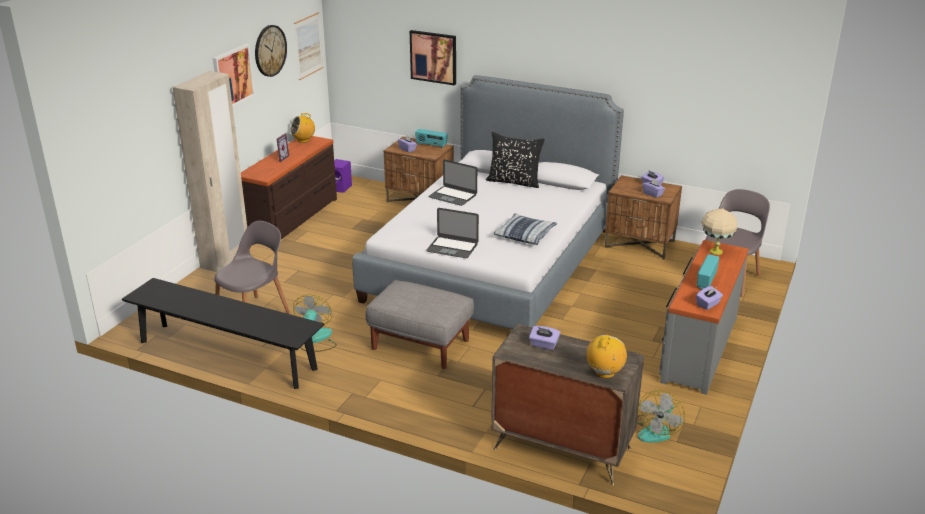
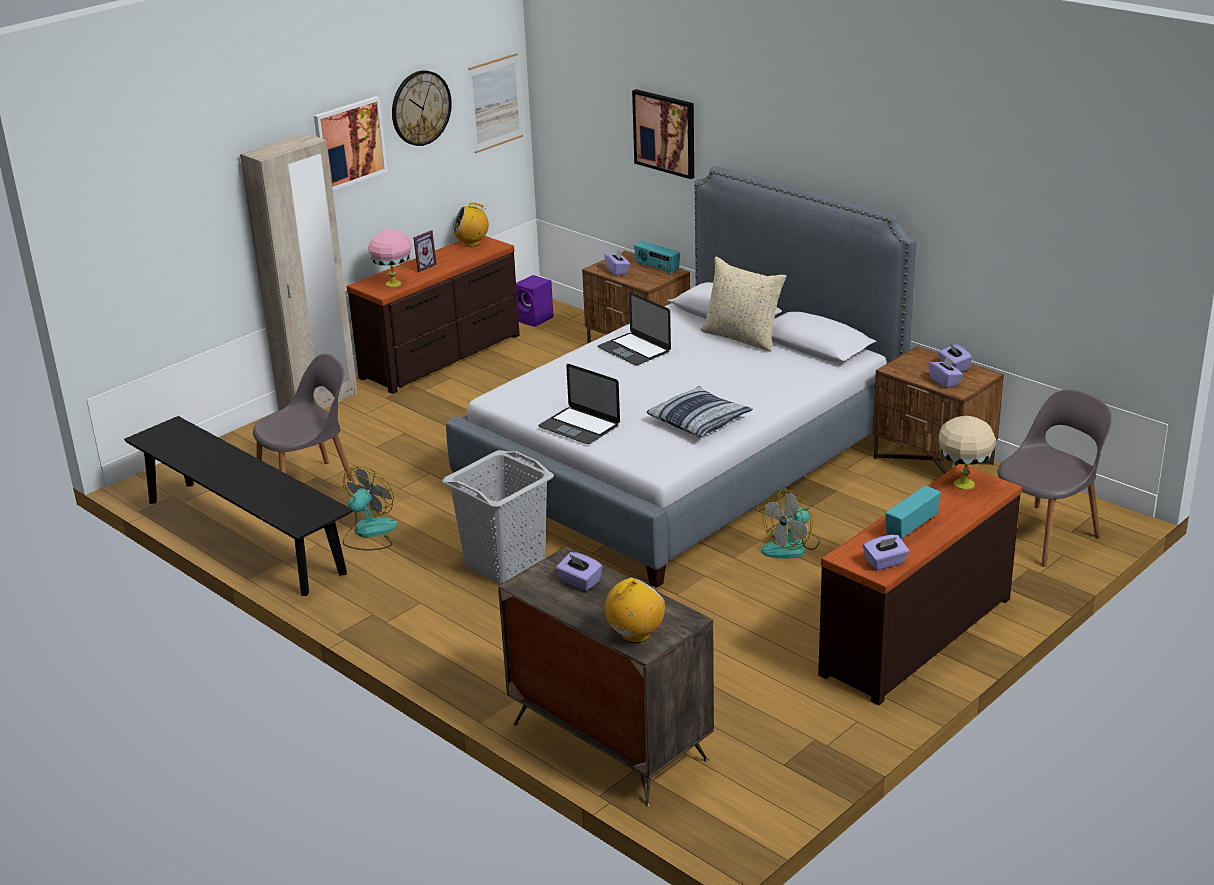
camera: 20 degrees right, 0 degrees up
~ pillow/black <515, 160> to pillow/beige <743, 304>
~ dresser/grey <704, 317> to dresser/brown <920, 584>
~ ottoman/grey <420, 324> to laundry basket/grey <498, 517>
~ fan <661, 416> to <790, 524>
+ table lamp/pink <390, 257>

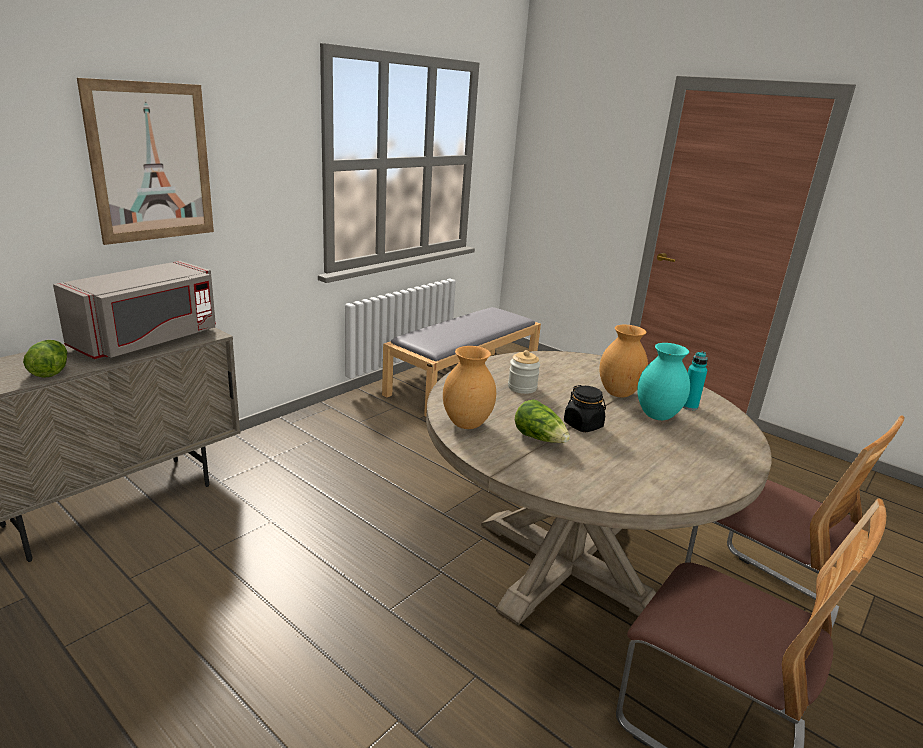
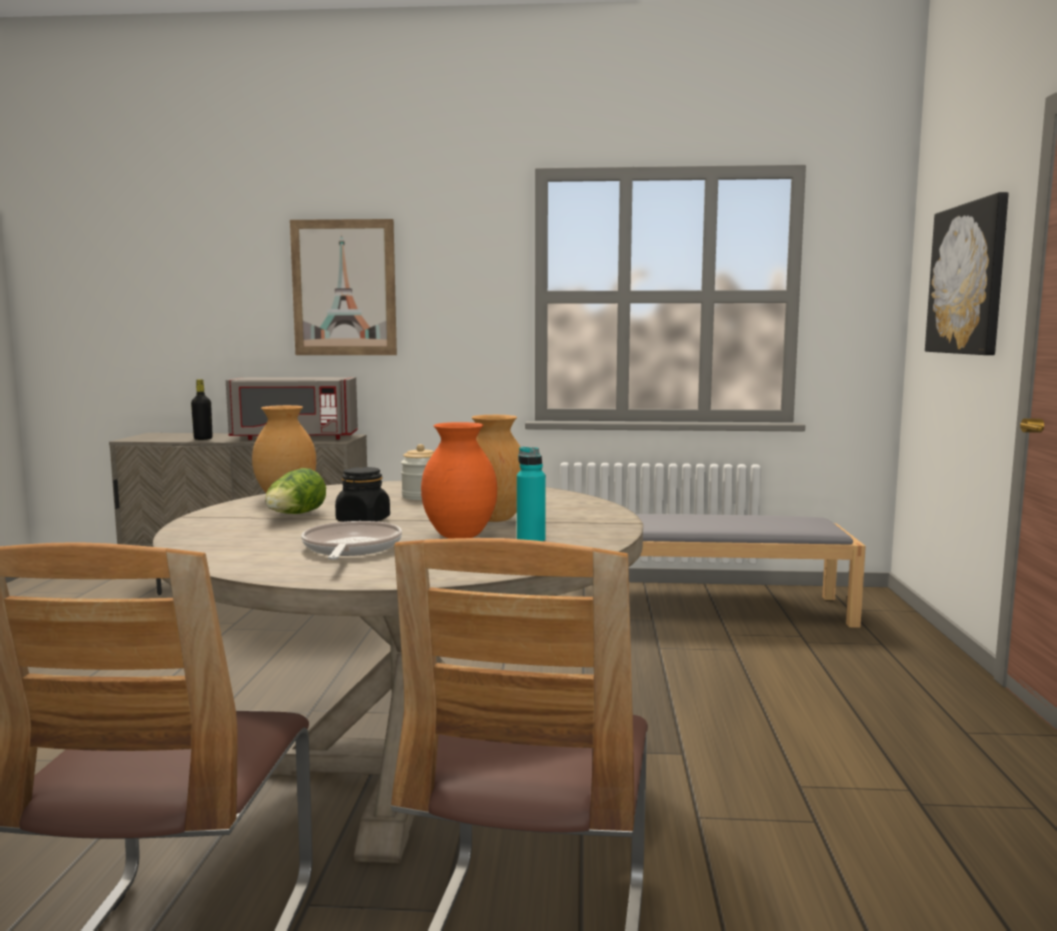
camera: 55 degrees right, 15 degrees down
~ lettuce <45, 359> to bottle/black <202, 409>
~ vase/turquoise <663, 381> to vase/orange <459, 480>
+ picture <967, 273>
+ frying pan <351, 540>

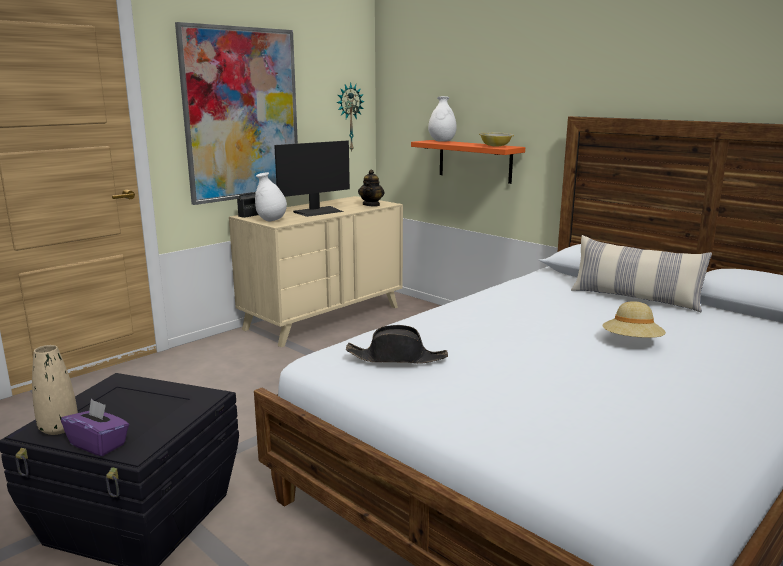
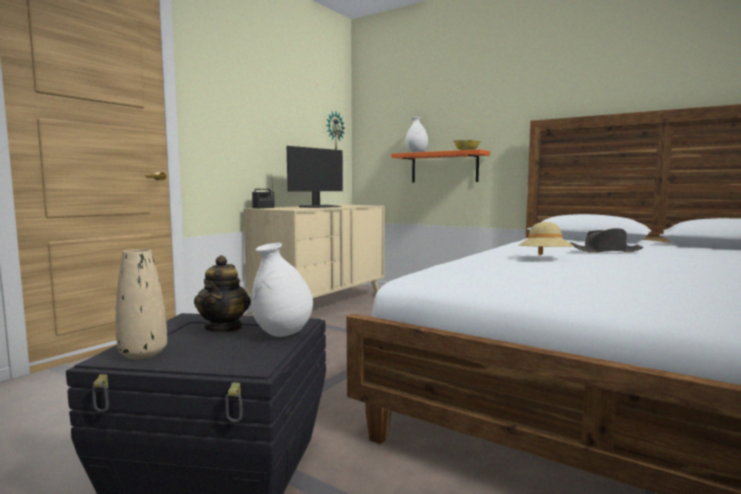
camera: 10 degrees left, 10 degrees down
- picture <236, 113>
~ teapot <371, 188> to <222, 294>
~ vase/white <271, 197> to <282, 290>
- pillow <641, 273>
~ hat/beige <634, 319> to <546, 238>
~ hat/black <397, 344> to <606, 240>
- tissue box/purple <95, 427>

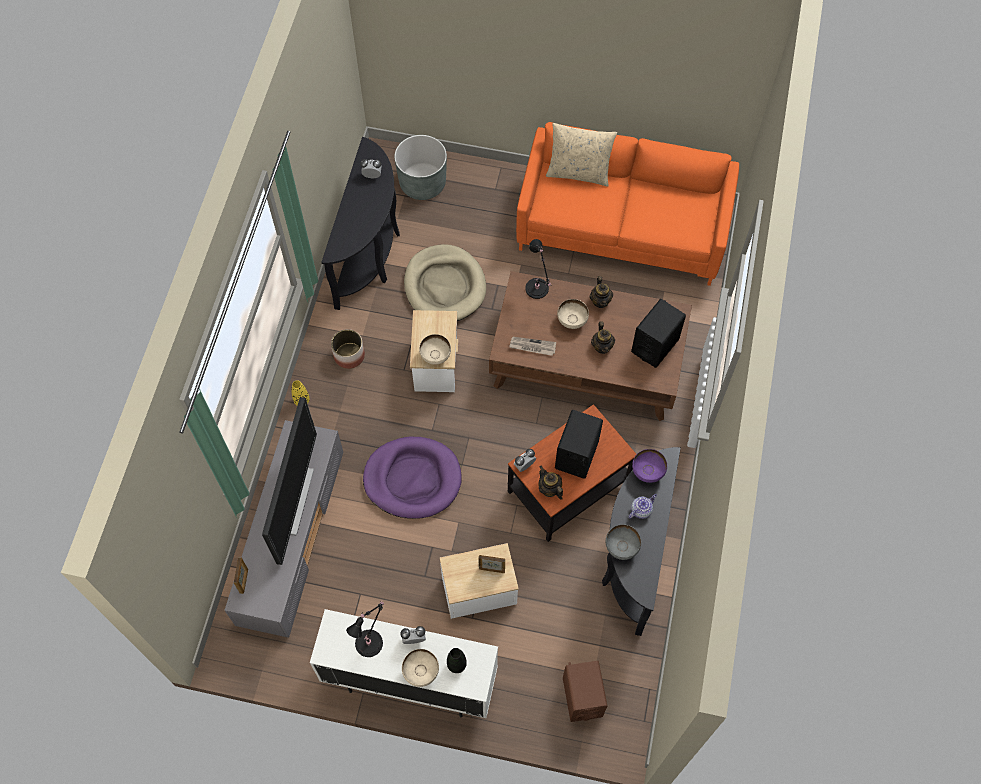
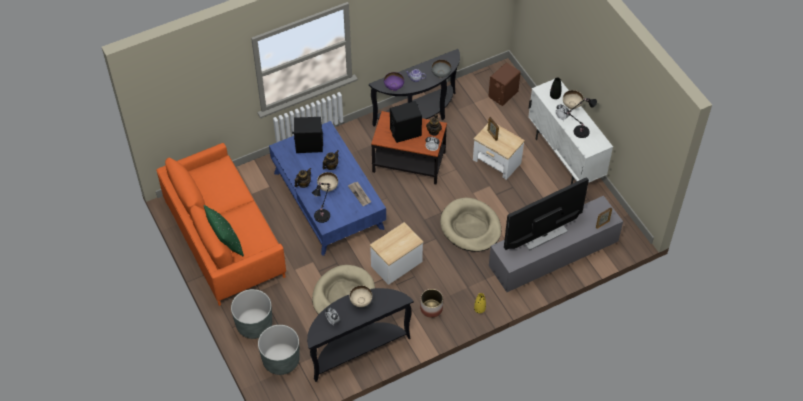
camera: 130 degrees left, 10 degrees down
~ pillow/beige <581, 155> to pillow/green <224, 231>
~ coffee table/brown <590, 346> to coffee table/blue <327, 188>
~ bowl/beige <435, 349> to <360, 296>
~ dog bed/purple <412, 478> to dog bed/beige <470, 225>
+ planter/grey <251, 314>

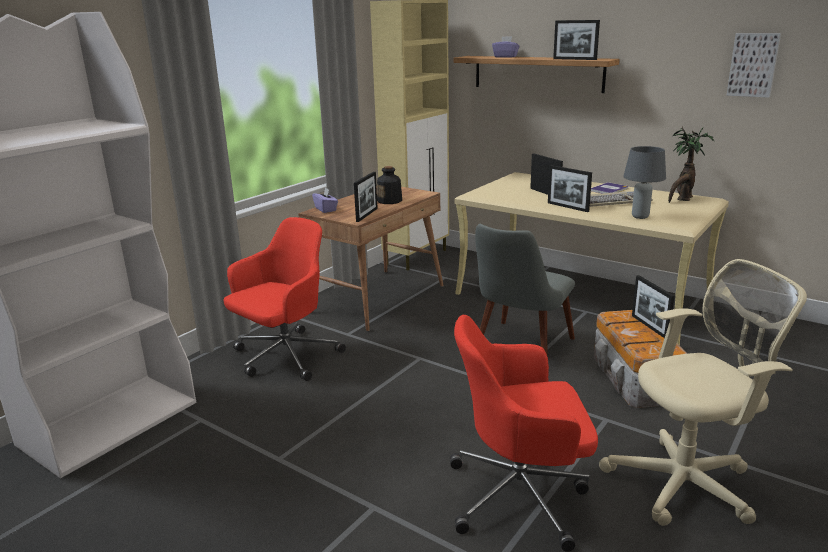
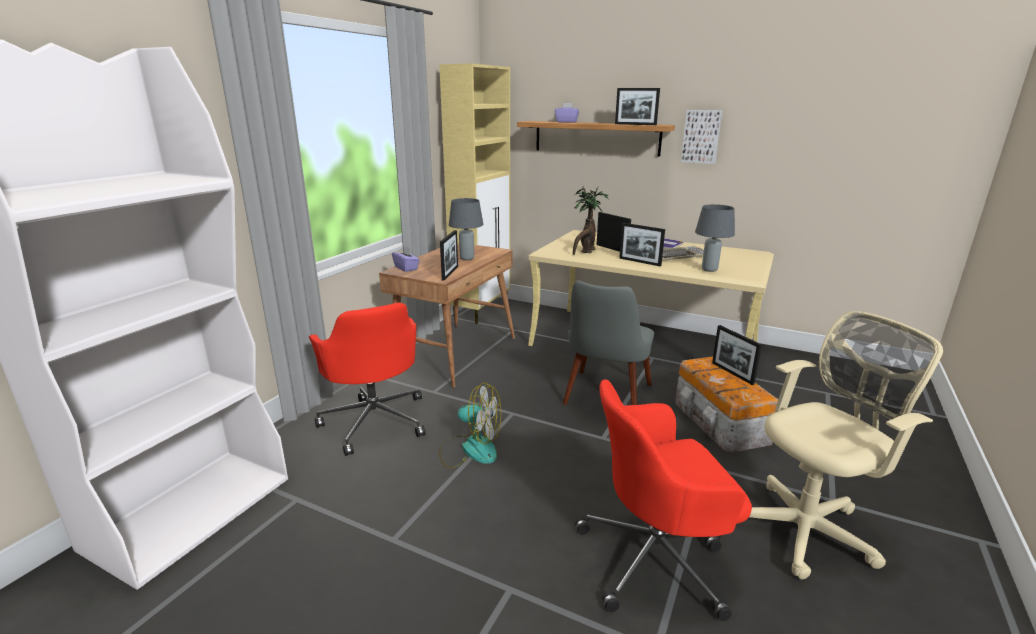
camera: 10 degrees left, 0 degrees up
~ picture <753, 65> to <701, 137>
~ potted plant <691, 164> to <590, 220>
~ bottle <389, 185> to table lamp/grey <466, 229>
~ office chair/red <285, 299> = <367, 379> 120 degrees clockwise
+ fan <470, 426>

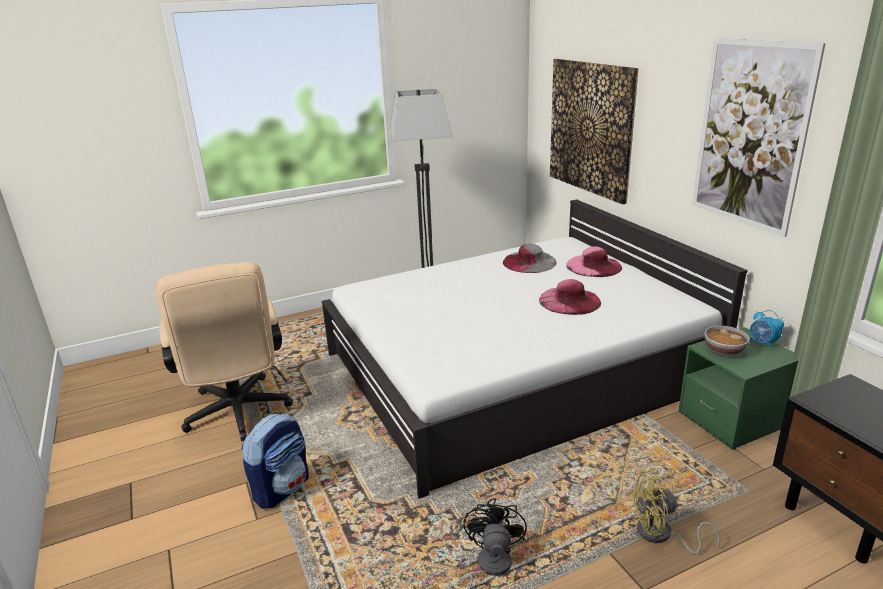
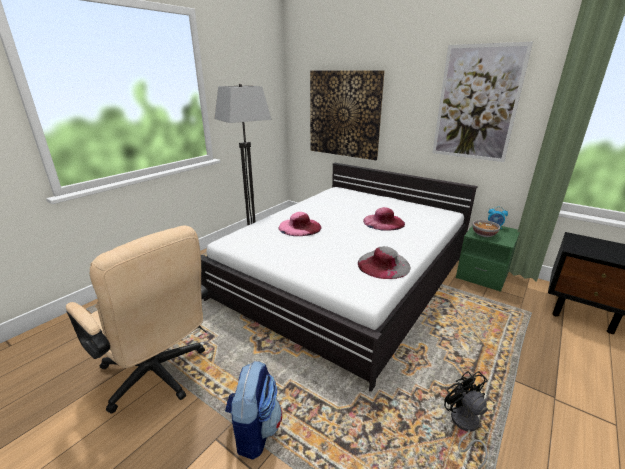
camera: 30 degrees left, 0 degrees up
~ hat/grey <530, 258> to <384, 262>
~ hat/pink <594, 261> to <300, 224>
- fan/yellow <674, 512>

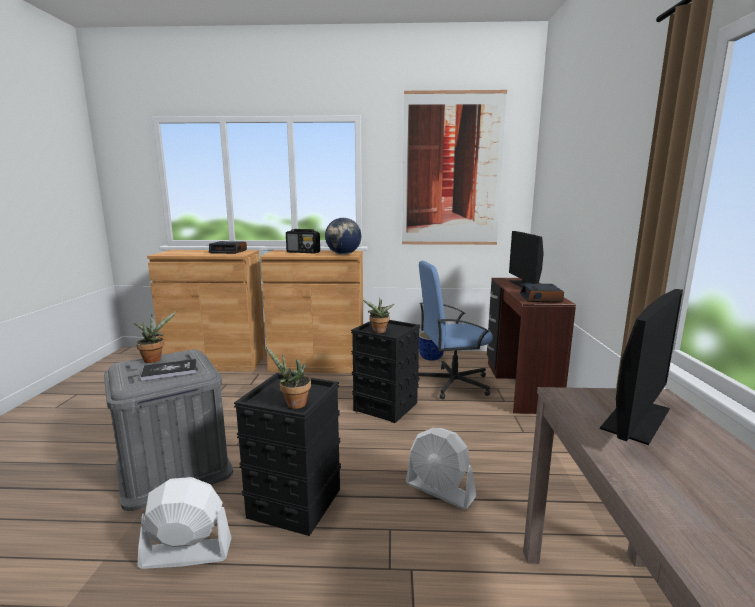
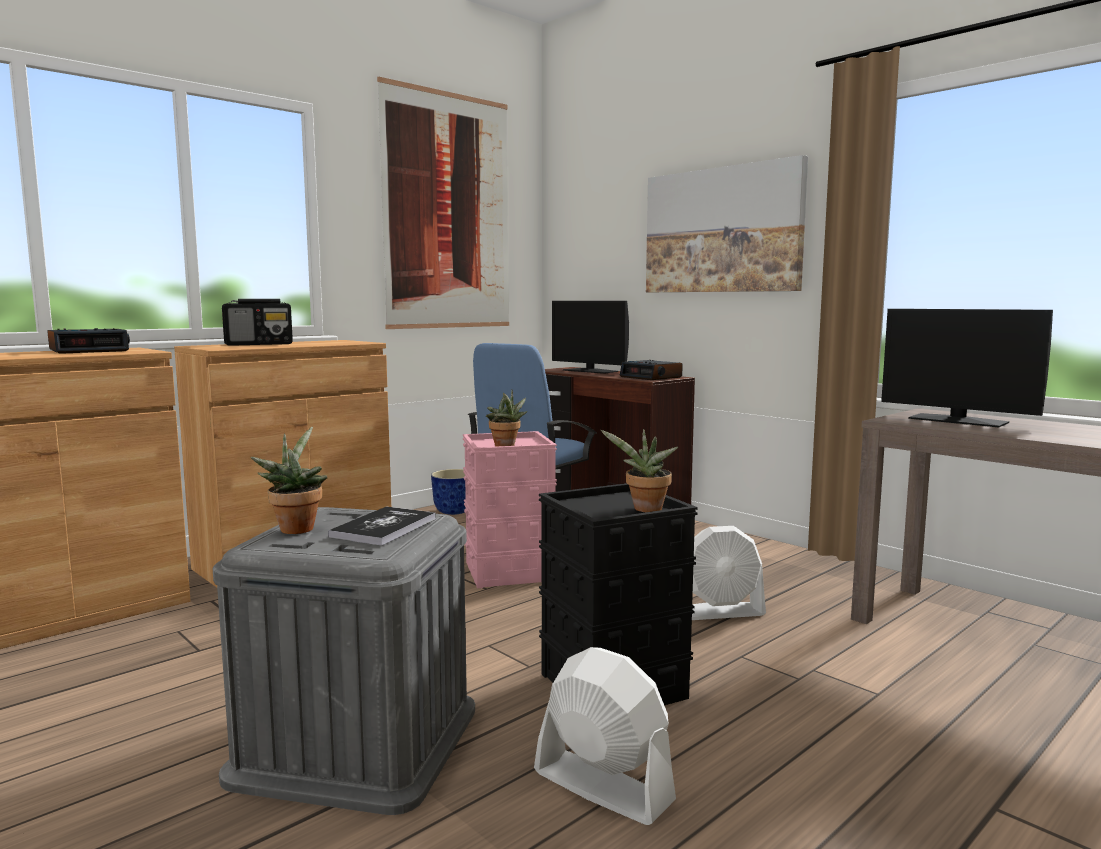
camera: 45 degrees left, 5 degrees down
- globe <343, 236>
~ monitor <641, 367> = <967, 368> 135 degrees clockwise
~ storage box/black <385, 371> to storage box/pink <510, 509>
~ fan/white <184, 523> = <605, 736> 90 degrees clockwise
+ picture <727, 223>

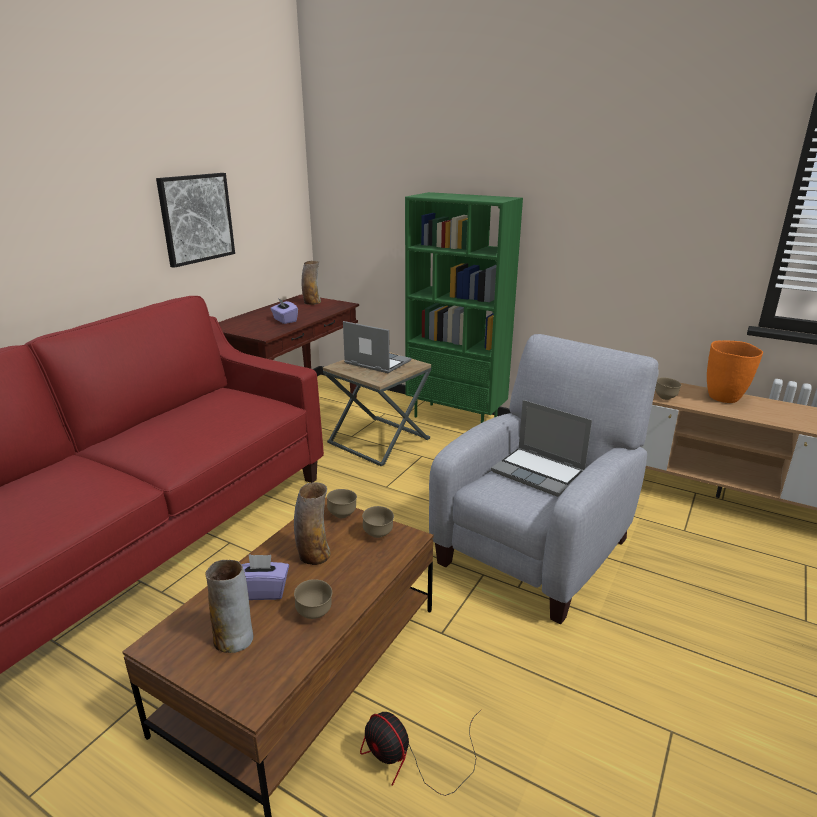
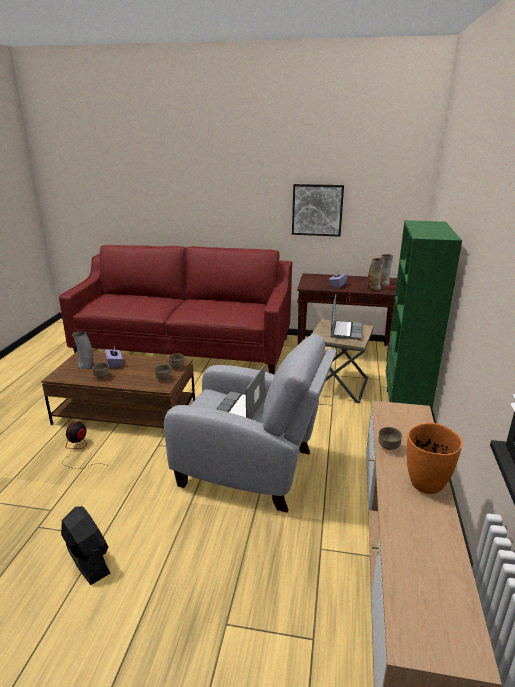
camera: 70 degrees right, 0 degrees up
~ vase <312, 523> to <376, 274>
+ fan/black <86, 545>

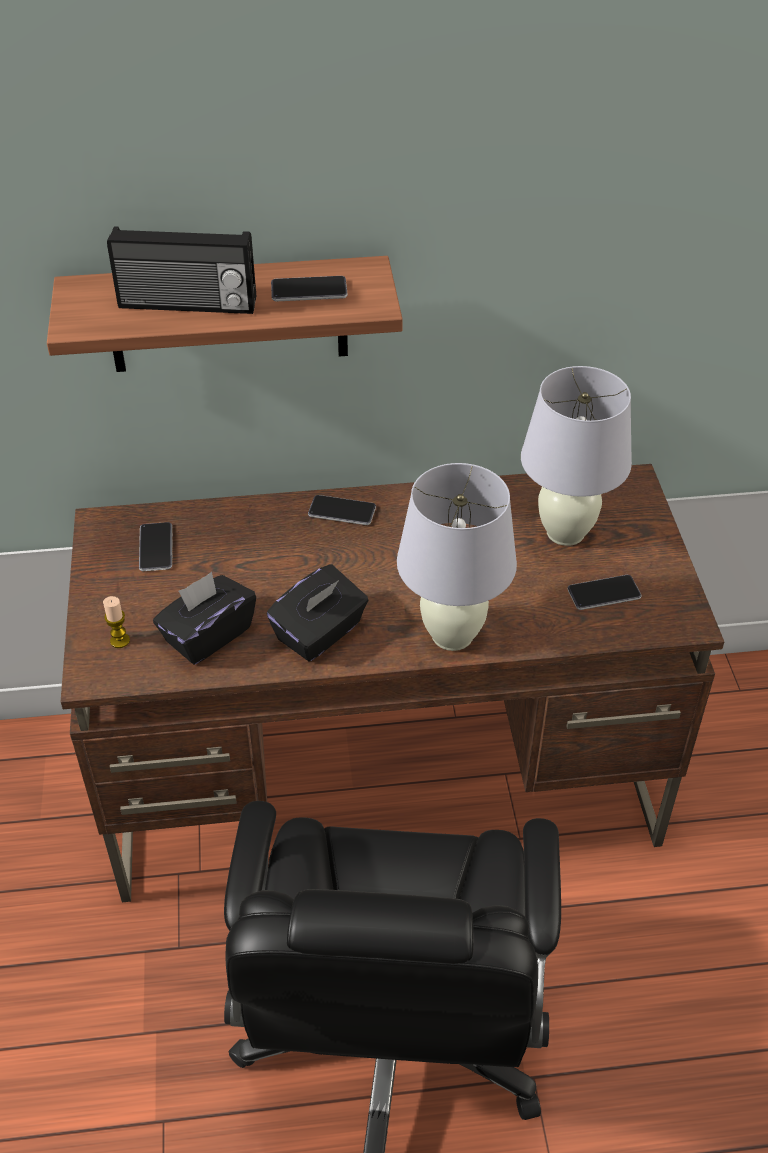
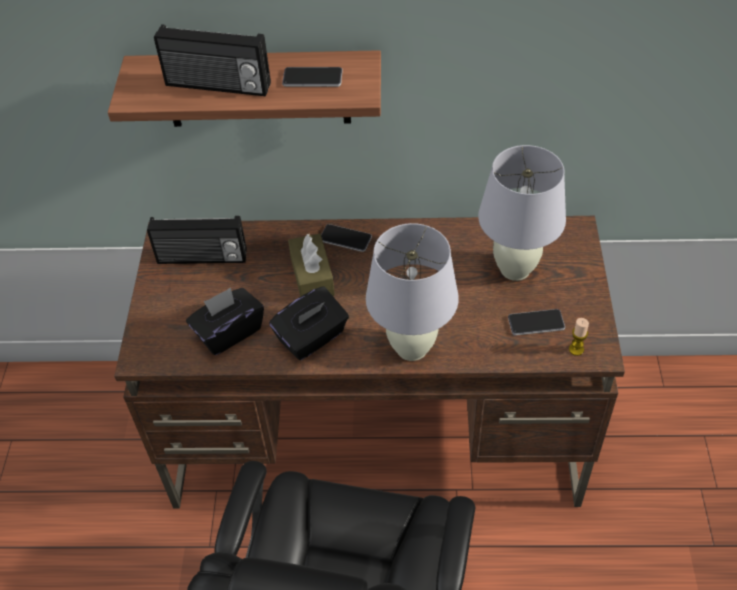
camera: 10 degrees right, 5 degrees up
~ phone <156, 546> to radio <197, 240>
~ candle <116, 622> to <579, 337>
+ tissue box/brown <311, 265>

